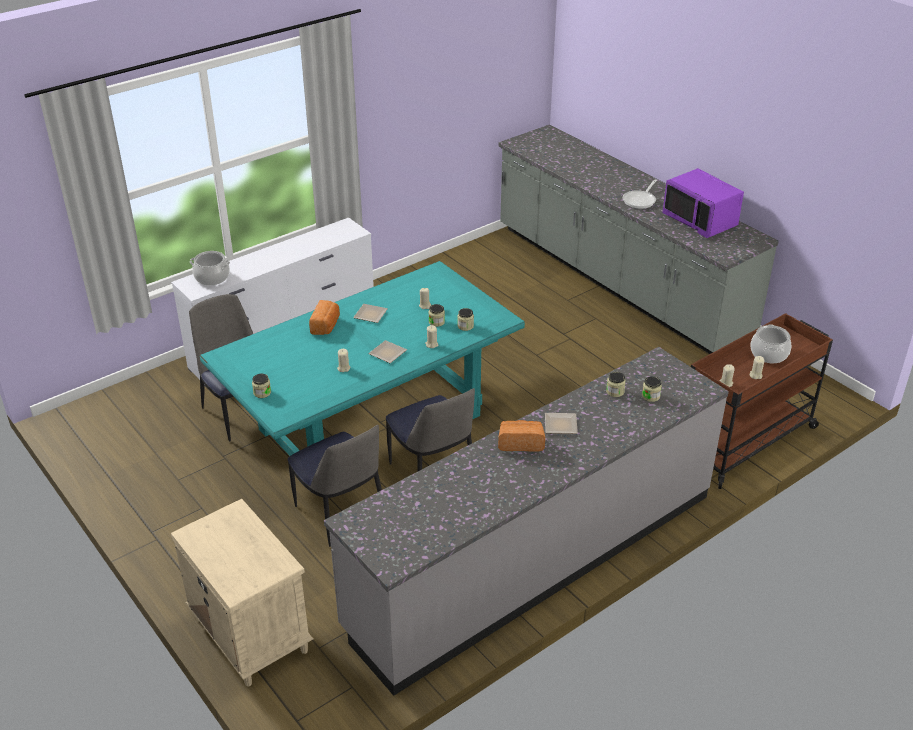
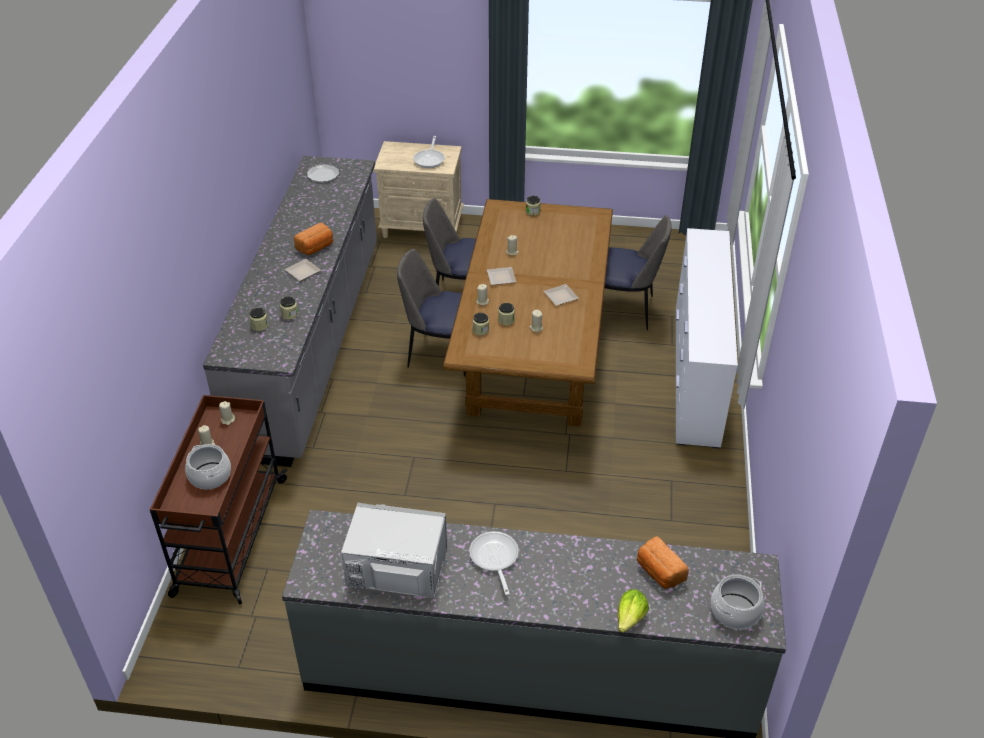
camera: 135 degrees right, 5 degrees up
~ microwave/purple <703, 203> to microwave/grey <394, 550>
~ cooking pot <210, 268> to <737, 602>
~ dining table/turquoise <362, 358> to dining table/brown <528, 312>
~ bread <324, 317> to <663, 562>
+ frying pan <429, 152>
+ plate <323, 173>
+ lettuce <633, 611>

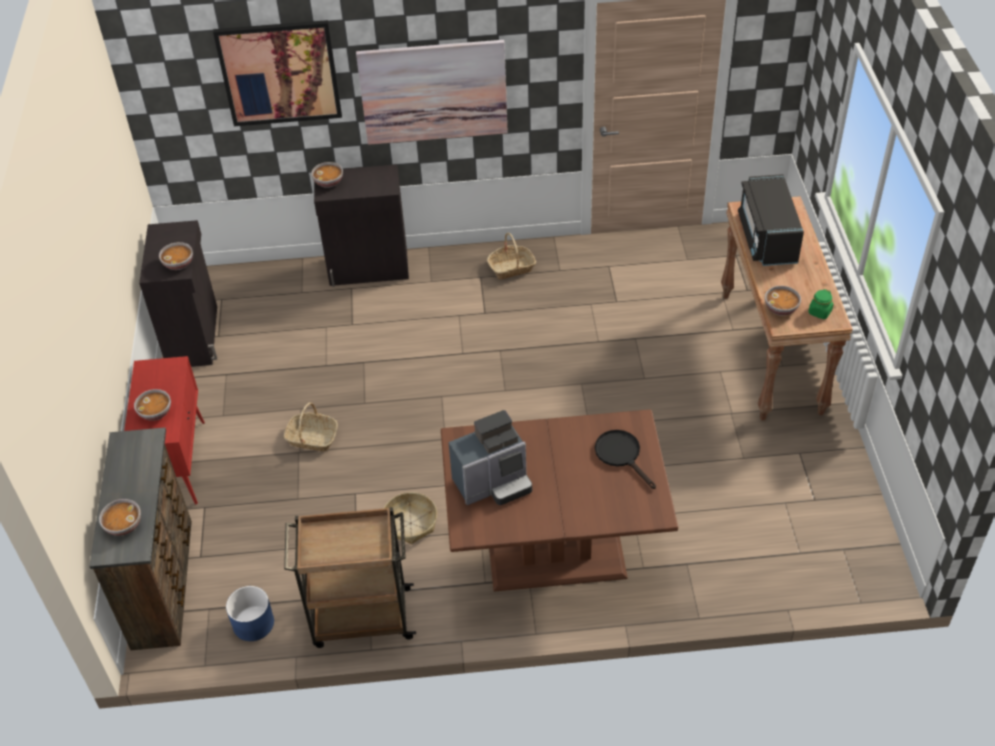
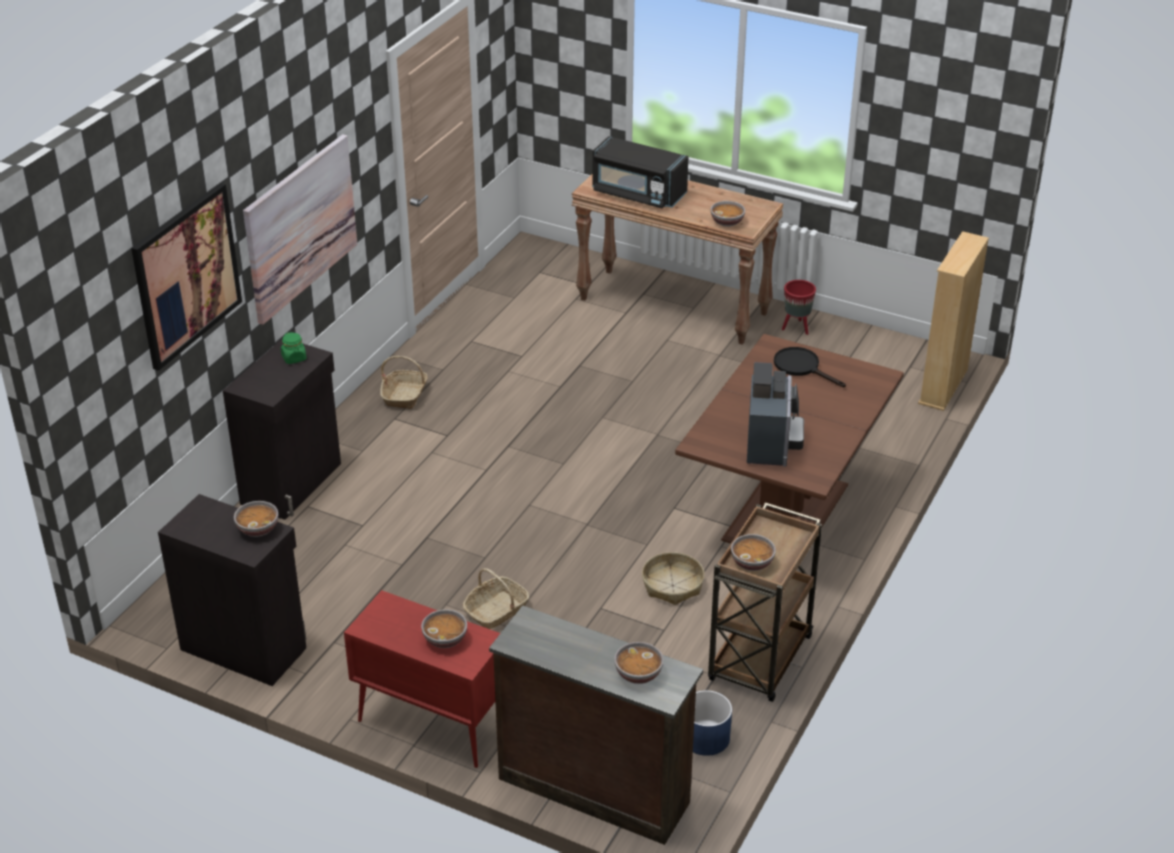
camera: 60 degrees left, 10 degrees down
~ bowl <327, 175> to <753, 552>
~ jar/green <820, 304> to <293, 348>
~ frying pan/black <625, 459> = <810, 367> 45 degrees clockwise
+ bookcase/beige <953, 321>
+ planter/red <799, 307>

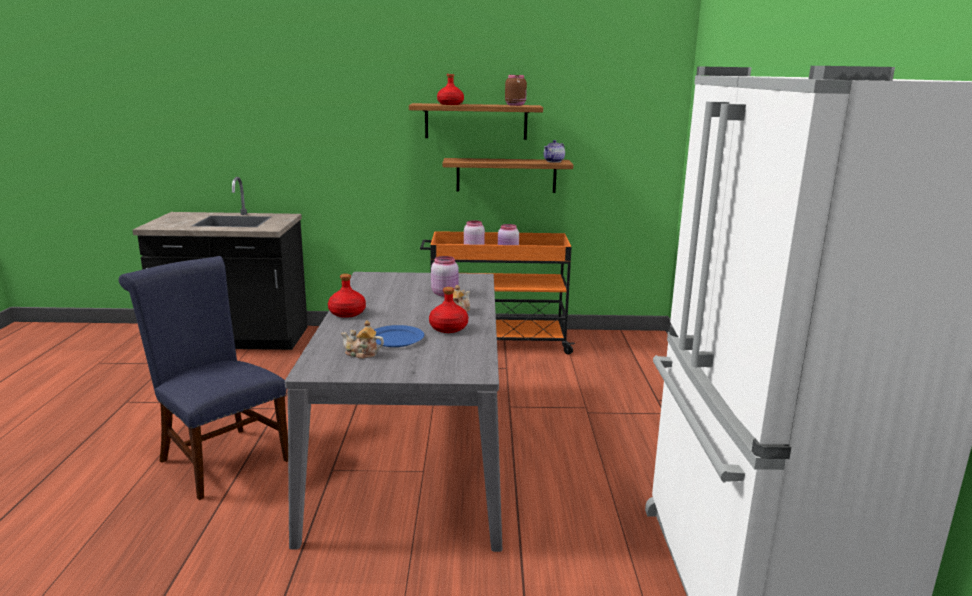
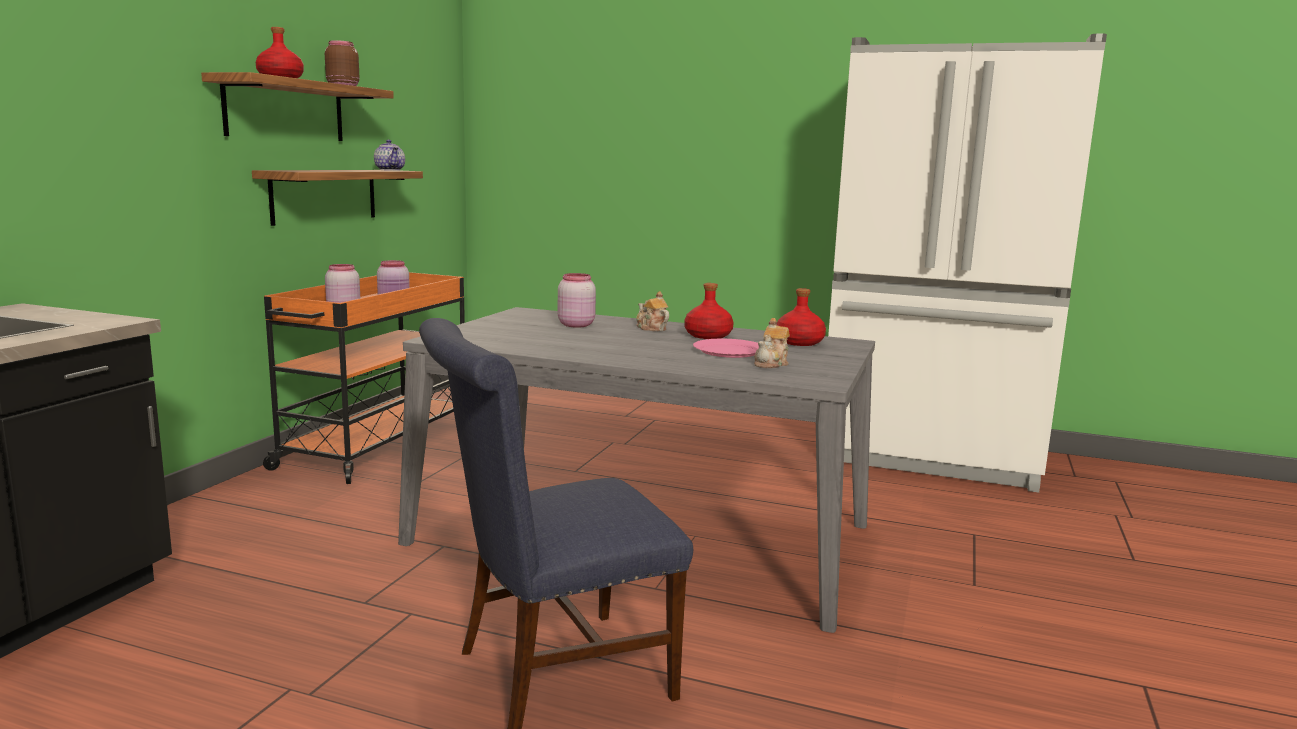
camera: 70 degrees left, 5 degrees down
~ bottle/red <347, 296> to <801, 317>
~ plate/blue <399, 336> to plate/pink <726, 348>

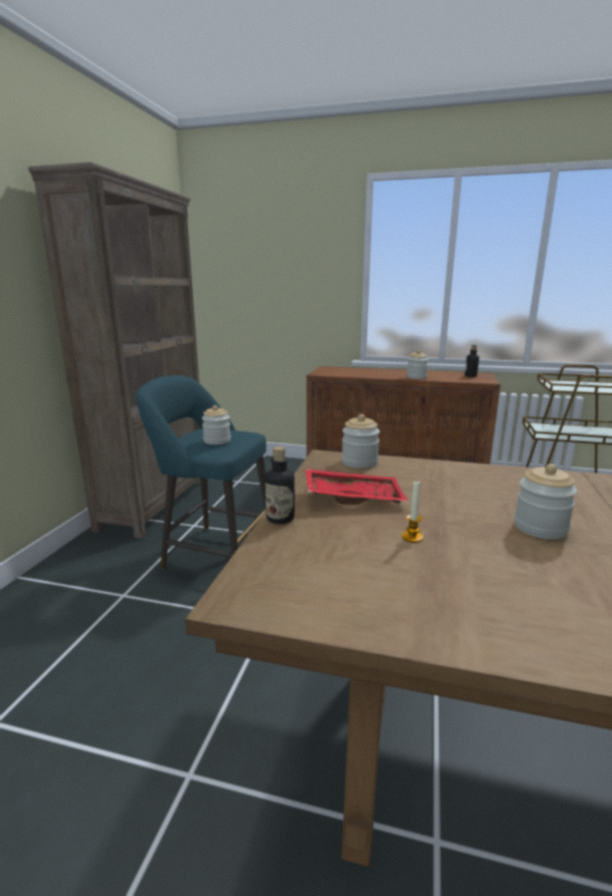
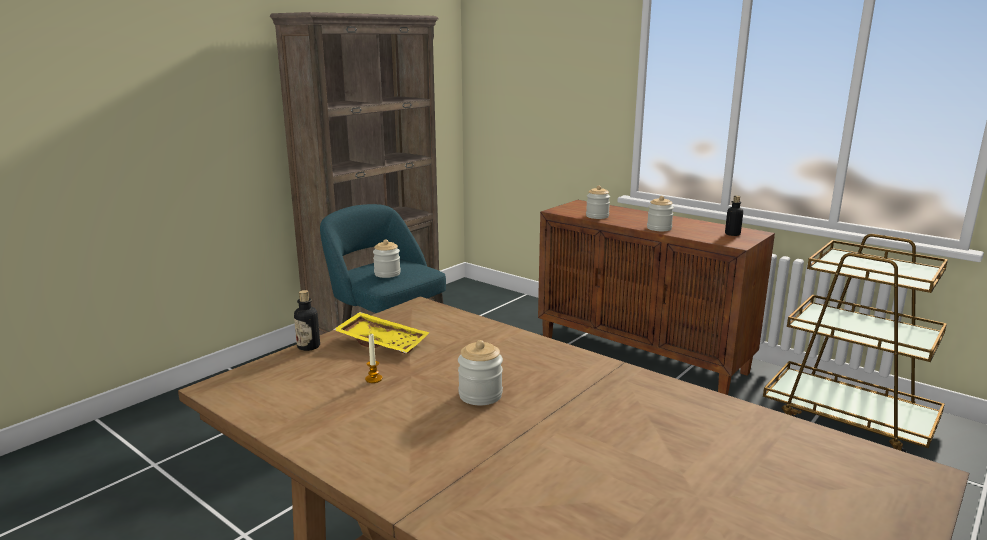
camera: 25 degrees right, 0 degrees up
~ jar <361, 441> to <598, 202>
~ tray/red <357, 487> to tray/yellow <381, 333>

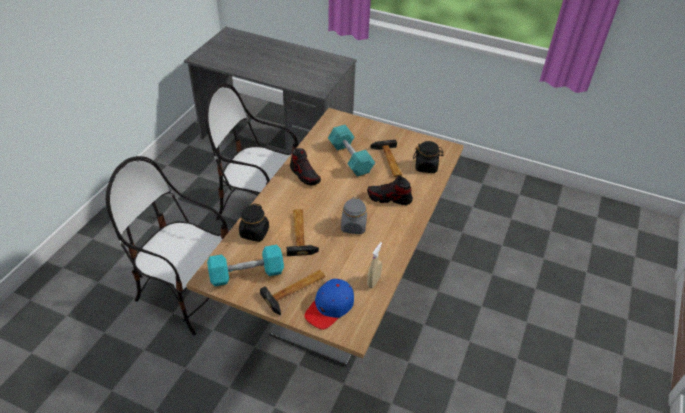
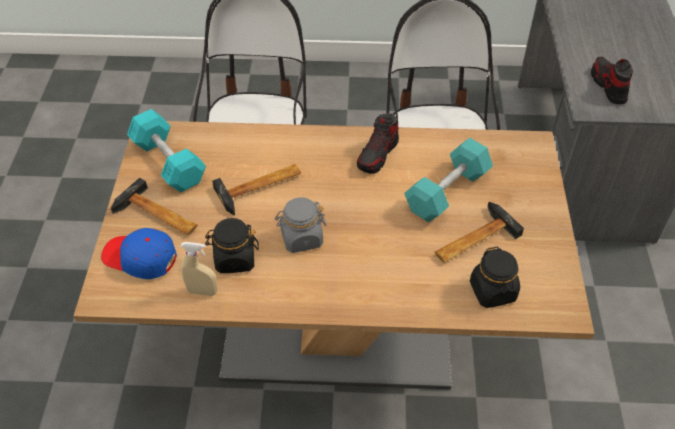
camera: 70 degrees right, 5 degrees up
~ shoe <390, 190> to <612, 80>
~ jar/black <254, 222> to <232, 245>

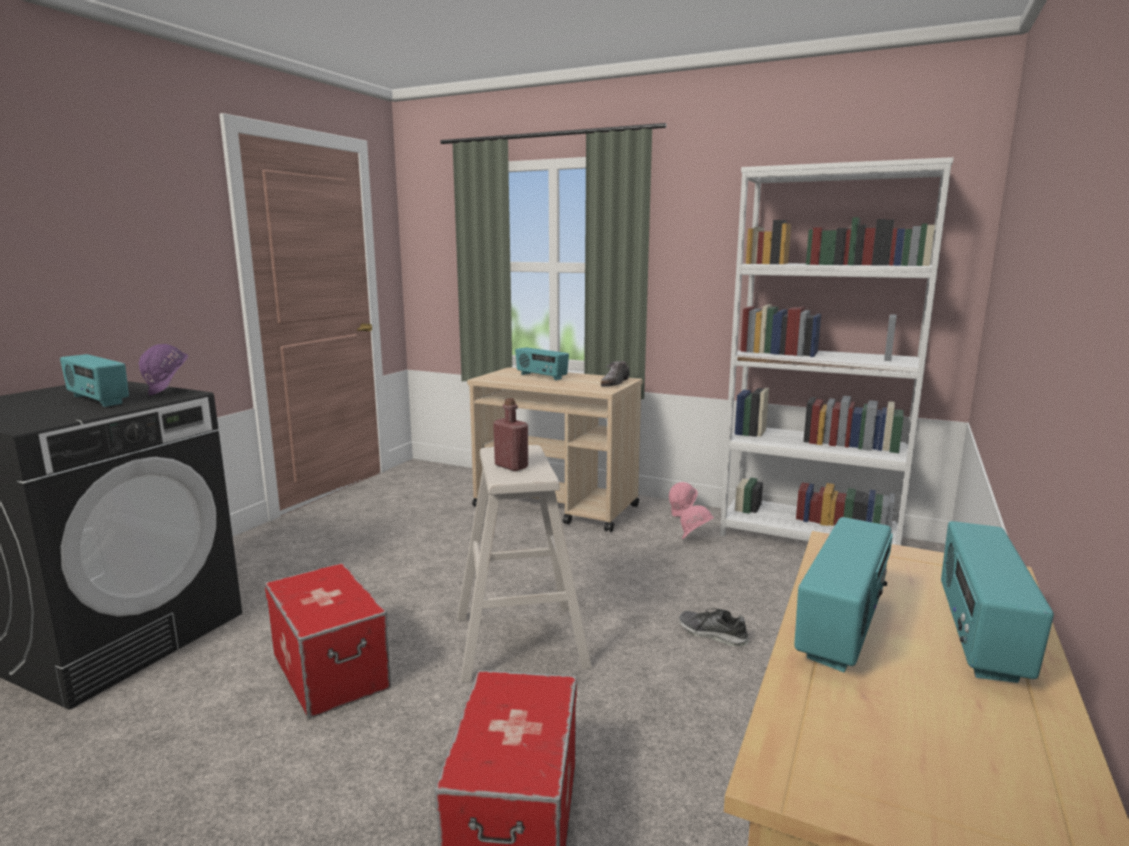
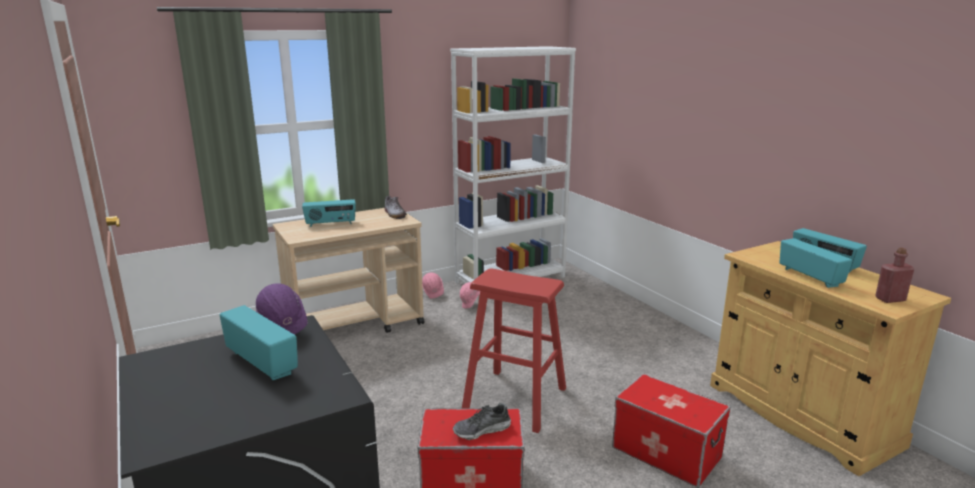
camera: 55 degrees left, 5 degrees up
~ radio <94, 380> = <259, 342> 120 degrees counterclockwise
~ bottle/red <510, 434> to <894, 275>
~ stool/beige <524, 564> to stool/red <514, 351>
~ shoe <714, 627> to <482, 421>

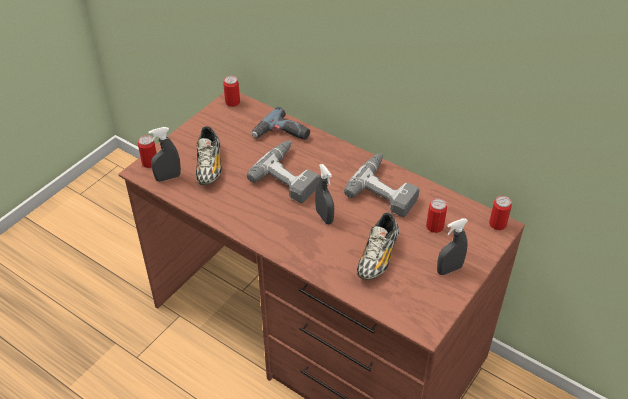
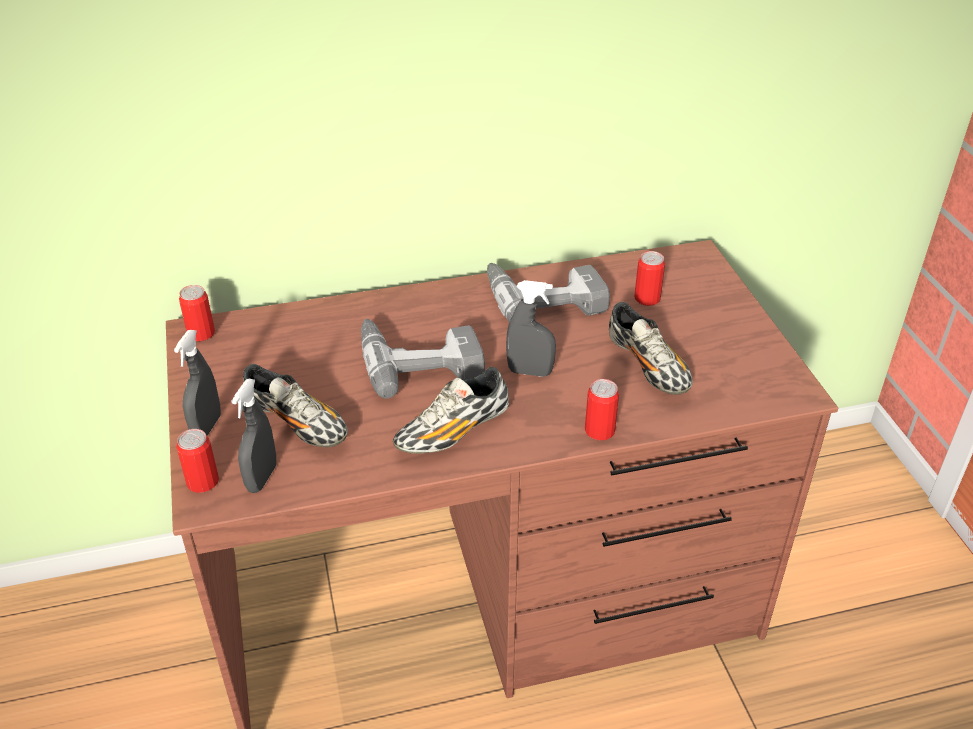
camera: 50 degrees left, 5 degrees down
- power drill <281, 123>
~ can <500, 213> to <602, 409>
~ spray bottle/grey <452, 246> to <197, 383>
+ shoe <451, 410>

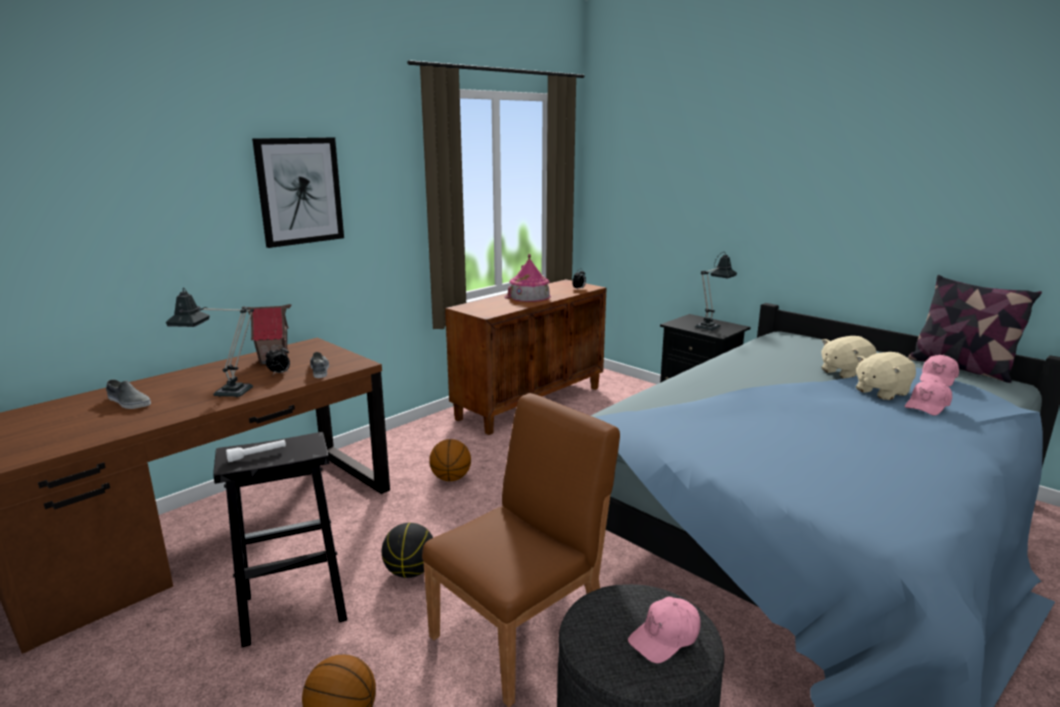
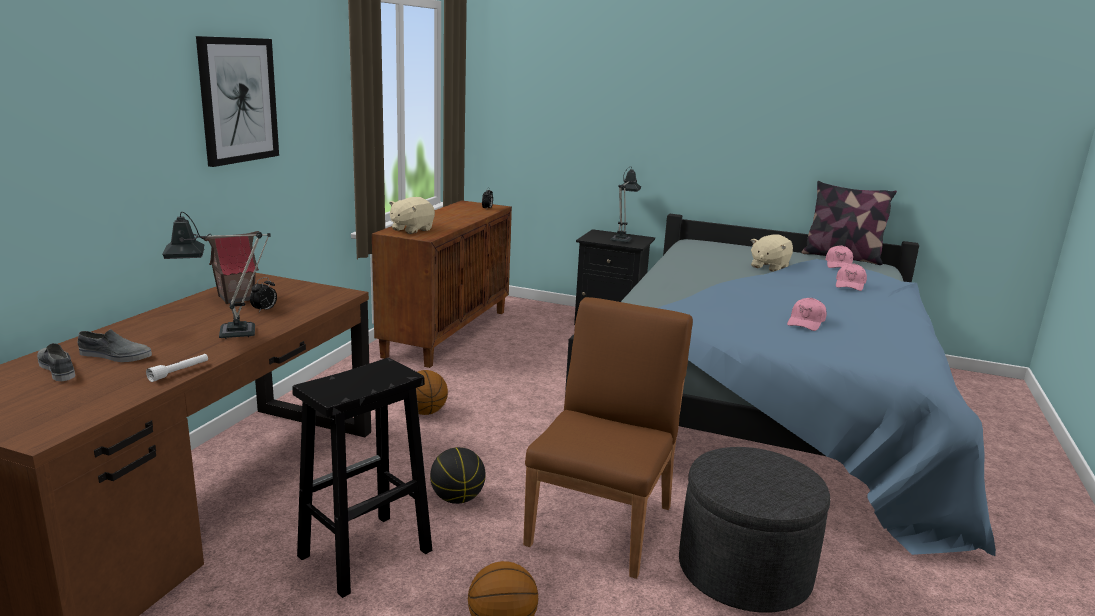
camera: 25 degrees left, 0 degrees up
- toy house <528, 278>
~ shoe/grey <319, 365> to <56, 362>
~ plush toy/beige <886, 376> to <412, 215>
~ flashlight/white <256, 451> to <177, 368>
~ cap/pink <664, 630> to <807, 314>

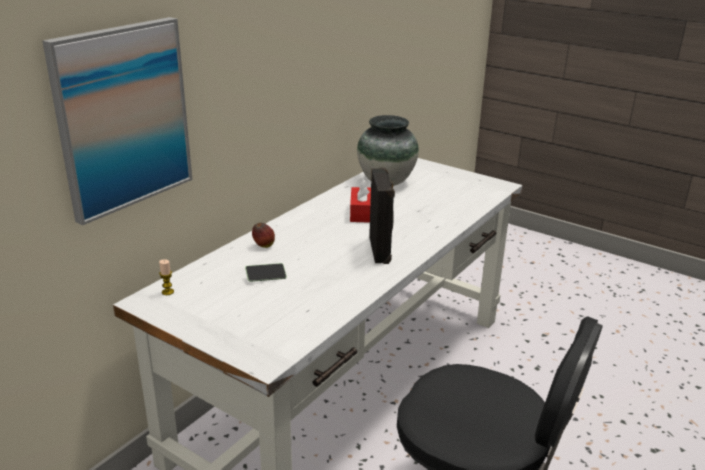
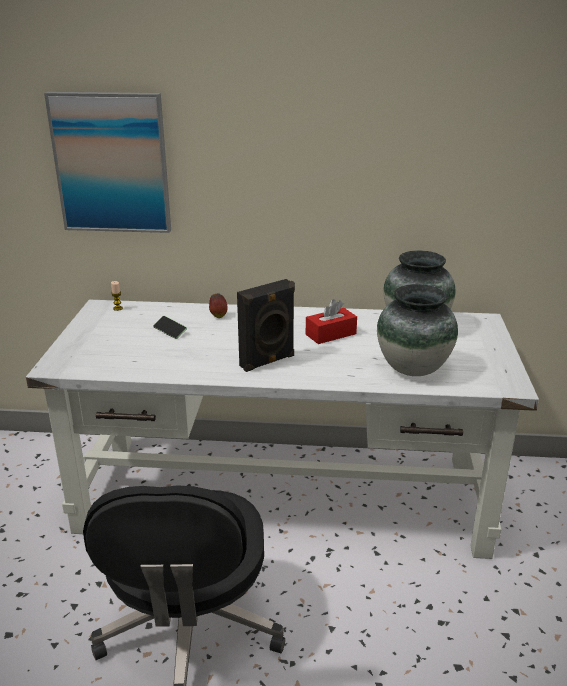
camera: 60 degrees right, 0 degrees up
+ vase <417, 330>

